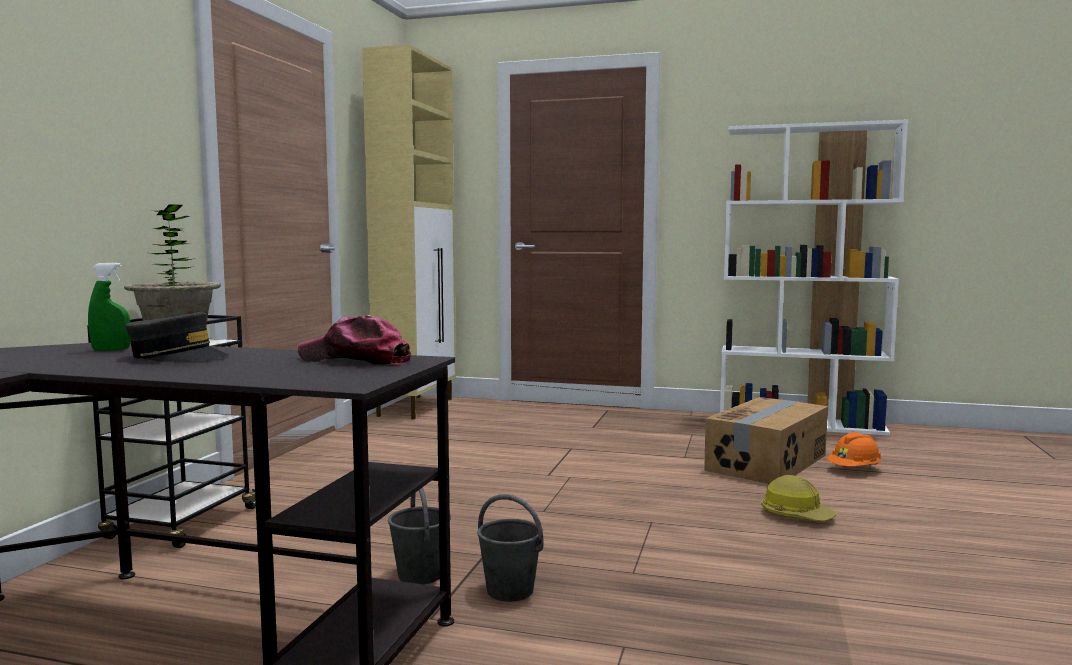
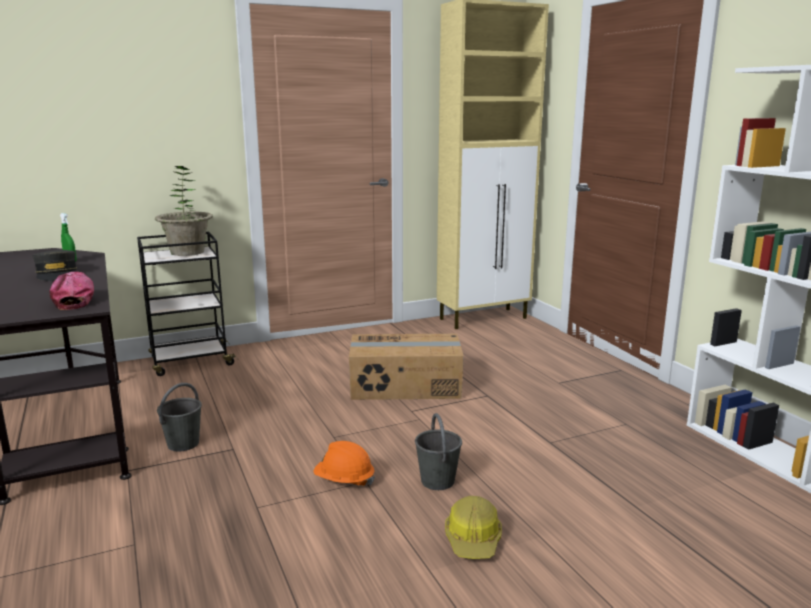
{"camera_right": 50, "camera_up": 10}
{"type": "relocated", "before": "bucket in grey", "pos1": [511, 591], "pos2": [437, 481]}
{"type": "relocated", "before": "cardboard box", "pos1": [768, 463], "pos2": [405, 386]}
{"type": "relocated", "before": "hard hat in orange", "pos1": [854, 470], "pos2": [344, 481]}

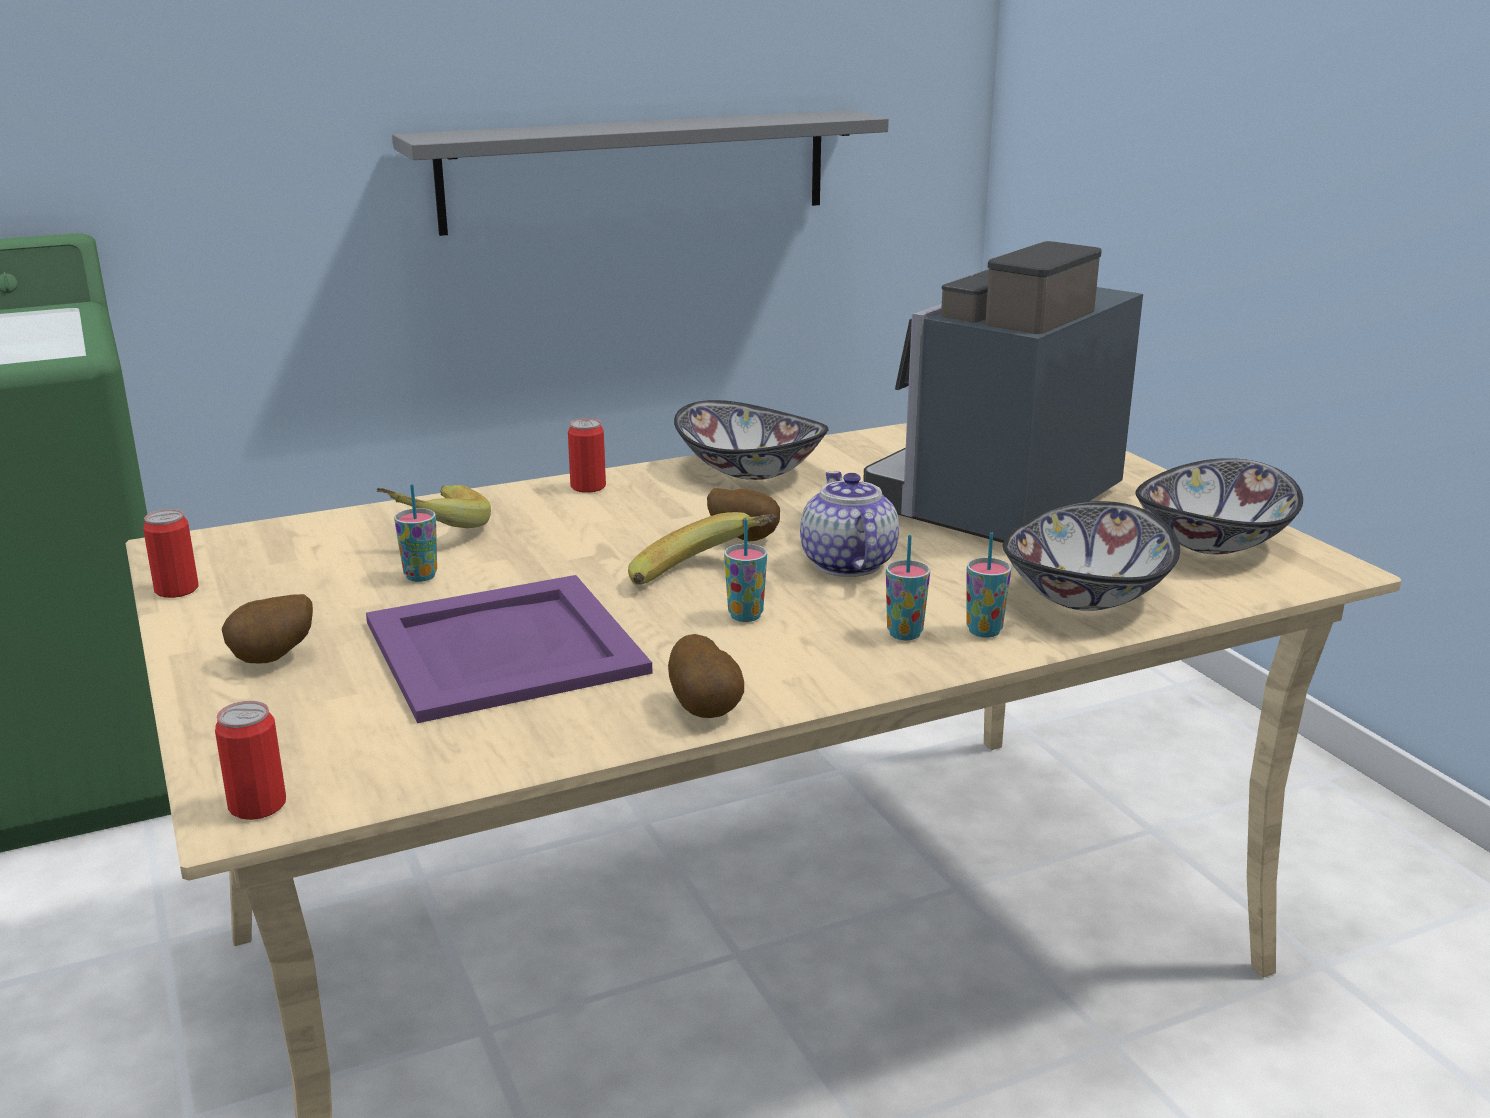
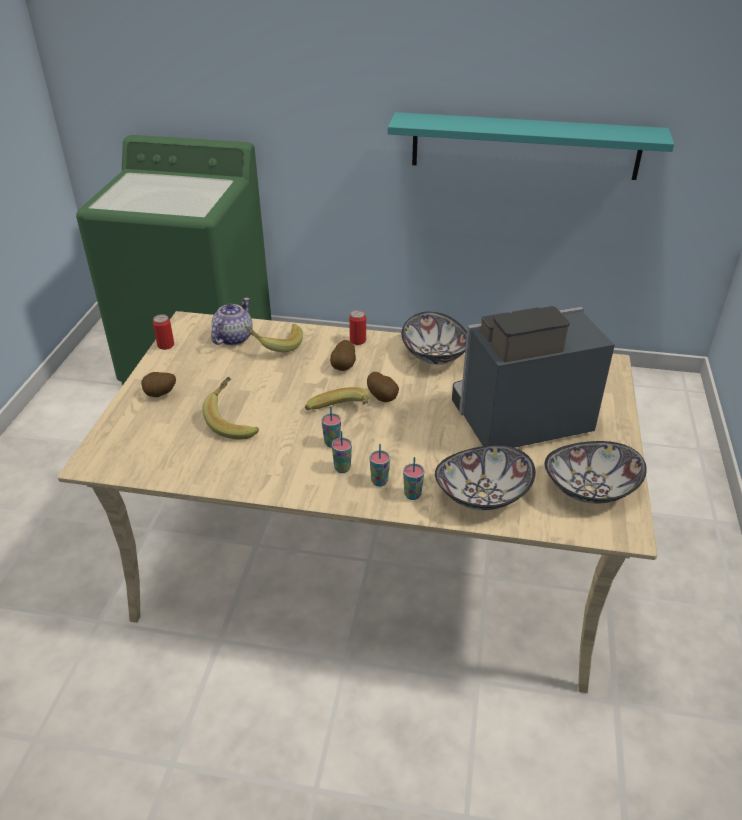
{"camera_right": 35, "camera_up": 15}
{"type": "missing", "before": "can", "pos1": [257, 805]}
{"type": "relocated", "before": "cup", "pos1": [420, 576], "pos2": [342, 468]}
{"type": "relocated", "before": "potato", "pos1": [707, 709], "pos2": [344, 367]}
{"type": "relocated", "before": "teapot", "pos1": [846, 563], "pos2": [233, 337]}
{"type": "exchanged", "before": "tray in purple", "after": "banana", "pos1": [506, 646], "pos2": [235, 421]}
{"type": "colour", "before": "shelf in grey", "after": "shelf in turquoise", "pos1": [637, 170], "pos2": [525, 146]}

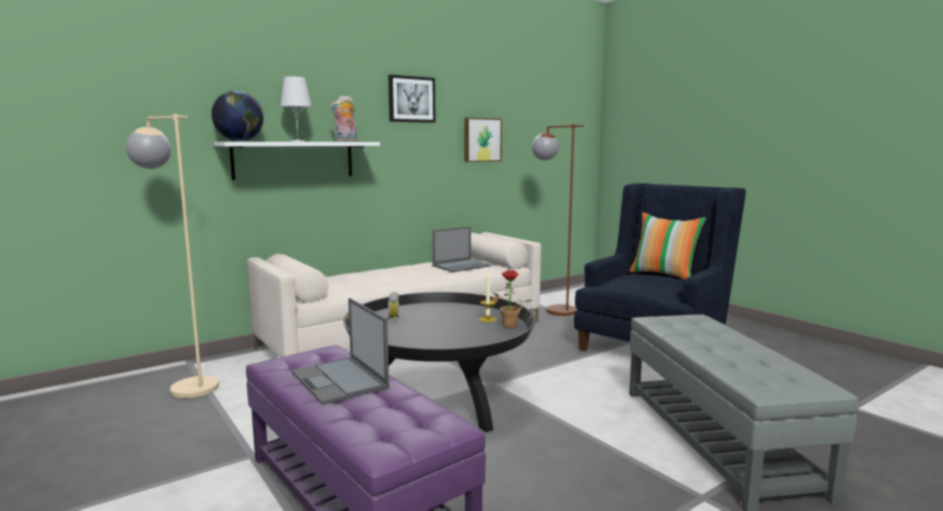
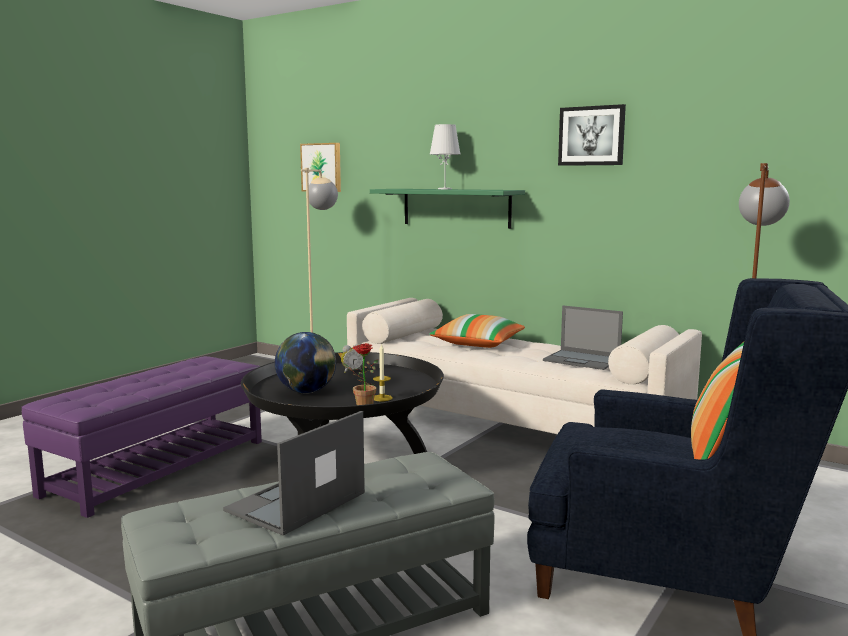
{"camera_right": 70, "camera_up": 0}
{"type": "missing", "before": "plush toy", "pos1": [345, 141]}
{"type": "appeared", "after": "pillow", "pos2": [478, 344]}
{"type": "relocated", "before": "globe", "pos1": [239, 141], "pos2": [306, 392]}
{"type": "relocated", "before": "laptop", "pos1": [340, 380], "pos2": [295, 503]}
{"type": "relocated", "before": "picture", "pos1": [481, 140], "pos2": [322, 167]}
{"type": "colour", "before": "shelf in white", "after": "shelf in green", "pos1": [294, 159], "pos2": [456, 207]}

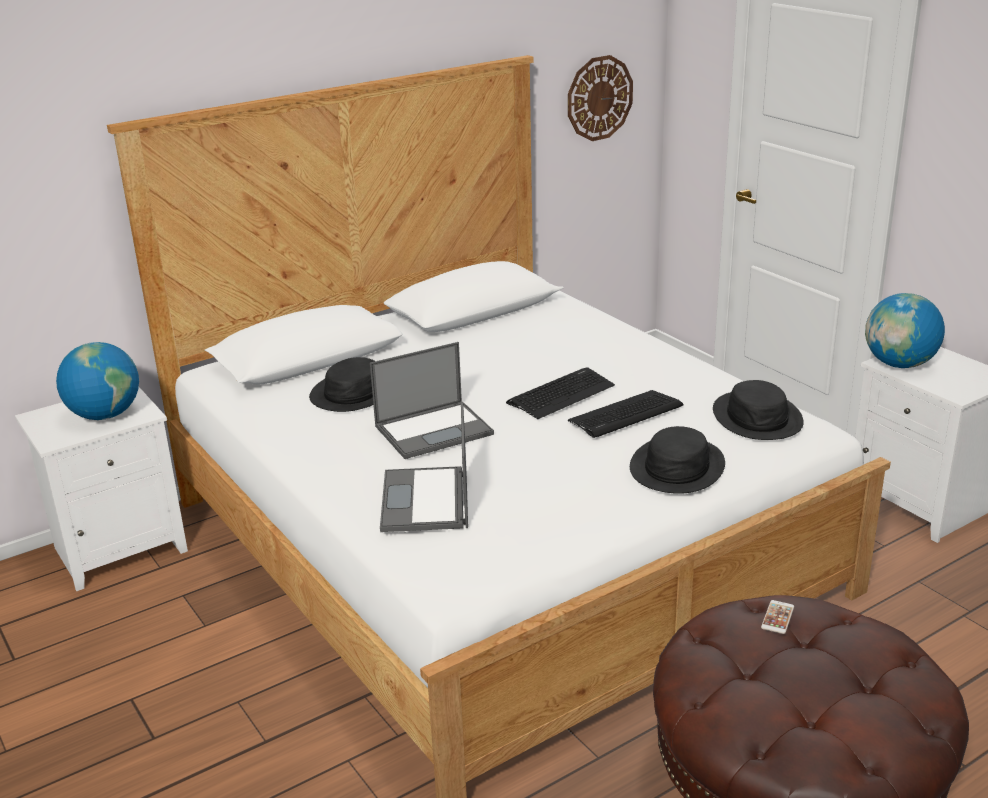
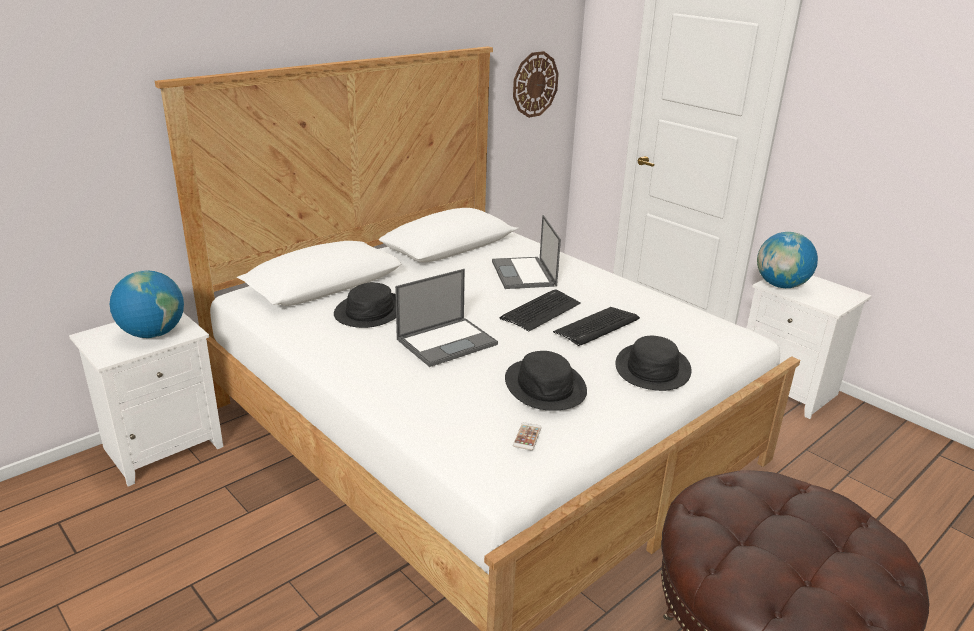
{"camera_right": -10, "camera_up": 0}
{"type": "relocated", "before": "laptop", "pos1": [426, 501], "pos2": [524, 274]}
{"type": "relocated", "before": "hat in black", "pos1": [757, 417], "pos2": [545, 386]}
{"type": "relocated", "before": "phone", "pos1": [777, 617], "pos2": [527, 436]}

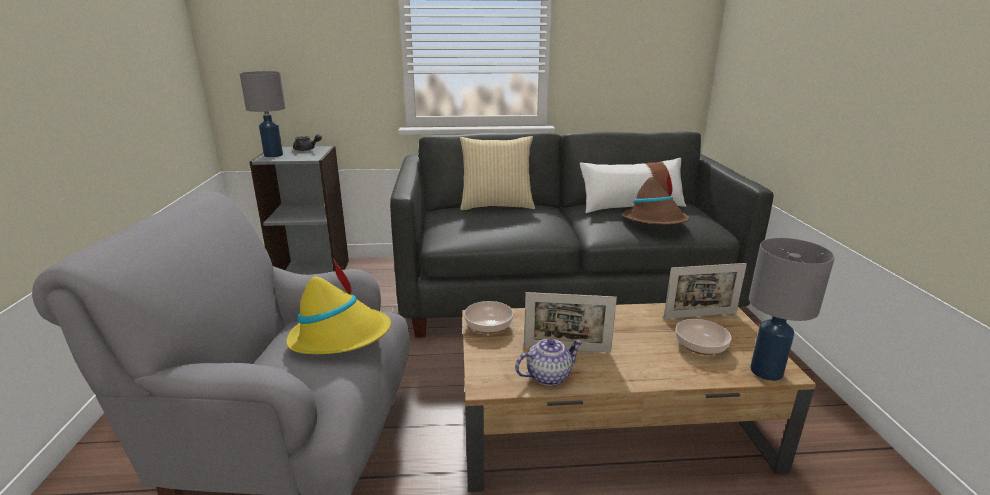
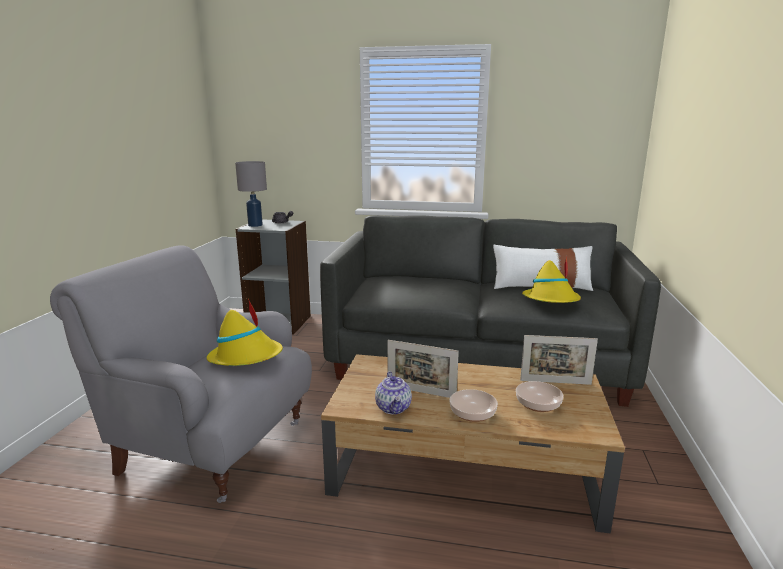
{"camera_right": 15, "camera_up": -5}
{"type": "missing", "before": "pillow", "pos1": [496, 205]}
{"type": "missing", "before": "table lamp in grey", "pos1": [766, 371]}
{"type": "relocated", "before": "bowl", "pos1": [488, 325], "pos2": [472, 413]}
{"type": "colour", "before": "hat in brown", "after": "hat in yellow", "pos1": [655, 221], "pos2": [551, 300]}
{"type": "spun", "before": "teapot", "pos1": [548, 376], "pos2": [394, 408], "turn": 90}

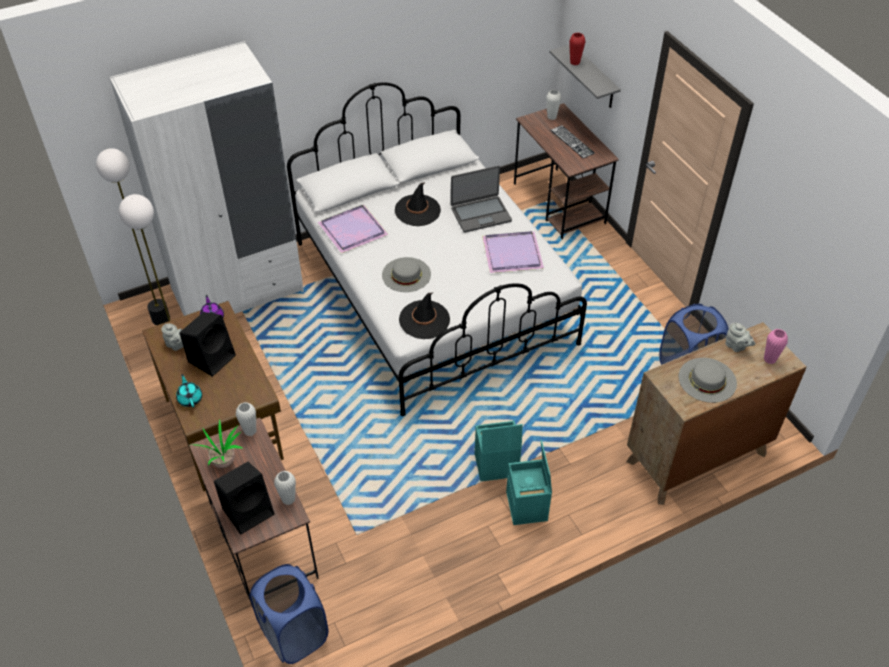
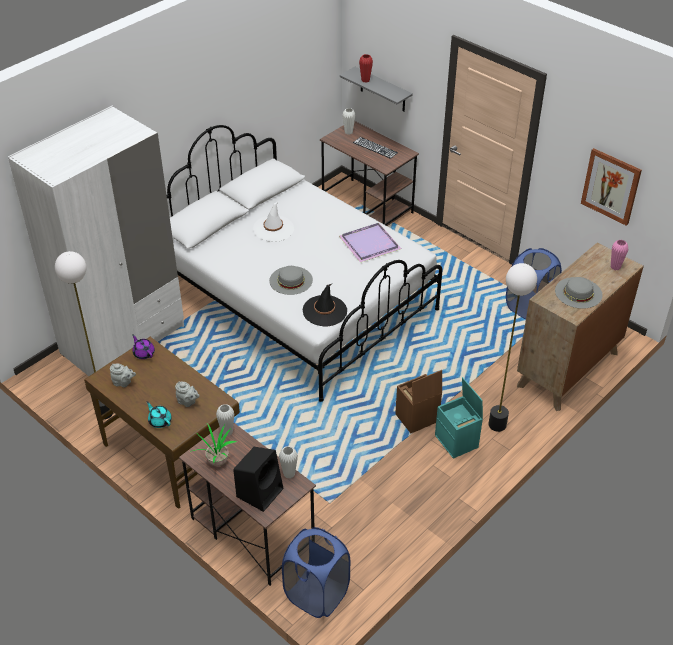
{"camera_right": -20, "camera_up": -5}
{"type": "missing", "before": "speaker in black", "pos1": [212, 357]}
{"type": "missing", "before": "tray in purple", "pos1": [352, 231]}
{"type": "missing", "before": "laptop", "pos1": [480, 214]}
{"type": "appeared", "after": "picture", "pos2": [611, 186]}
{"type": "relocated", "before": "floor lamp", "pos1": [161, 319], "pos2": [497, 425]}
{"type": "relocated", "before": "teapot in grey", "pos1": [736, 347], "pos2": [187, 402]}
{"type": "colour", "before": "hat in black", "after": "hat in white", "pos1": [417, 210], "pos2": [273, 229]}
{"type": "colour", "before": "storage box in turquoise", "after": "storage box in brown", "pos1": [495, 466], "pos2": [416, 418]}

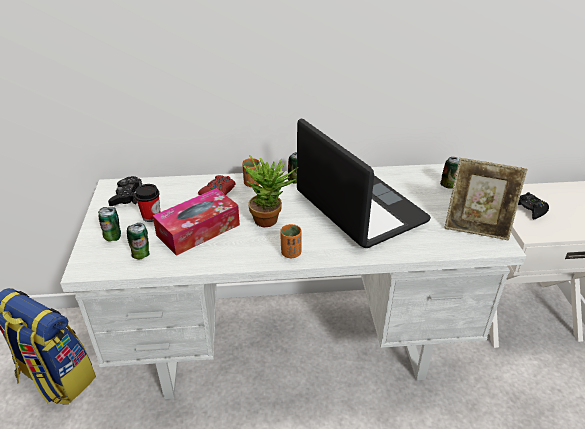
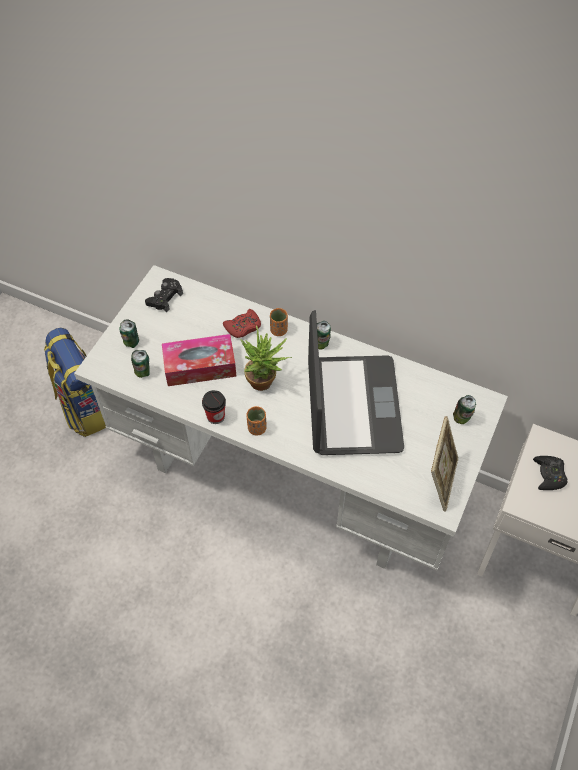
{"camera_right": 30, "camera_up": 20}
{"type": "relocated", "before": "cup", "pos1": [151, 216], "pos2": [215, 416]}
{"type": "spun", "before": "picture frame", "pos1": [476, 227], "pos2": [439, 480], "turn": -120}

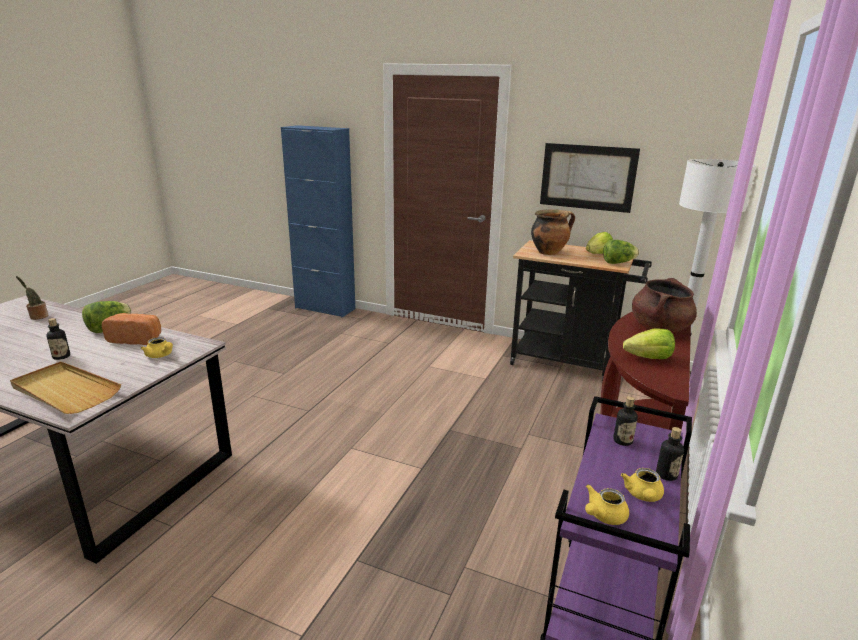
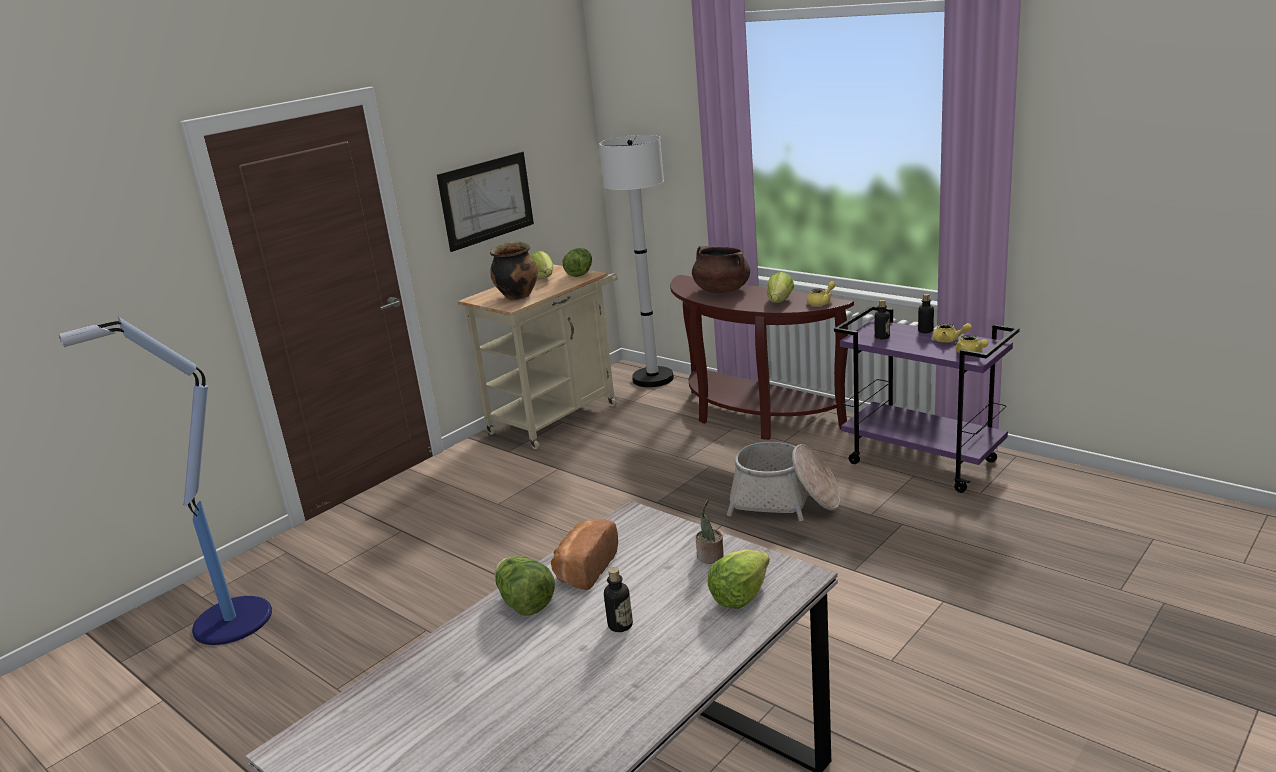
{"camera_right": -70, "camera_up": 0}
{"type": "missing", "before": "cabinet in blue", "pos1": [325, 308]}
{"type": "appeared", "after": "floor lamp", "pos2": [229, 622]}
{"type": "appeared", "after": "basket", "pos2": [784, 501]}
{"type": "relocated", "before": "potted plant", "pos1": [37, 316], "pos2": [710, 557]}
{"type": "relocated", "before": "teapot in yellow", "pos1": [160, 355], "pos2": [821, 302]}
{"type": "exchanged", "before": "tray in beige", "after": "lettuce", "pos1": [65, 391], "pos2": [740, 595]}
{"type": "colour", "before": "cart in black", "after": "cart in beige", "pos1": [569, 363], "pos2": [559, 415]}

